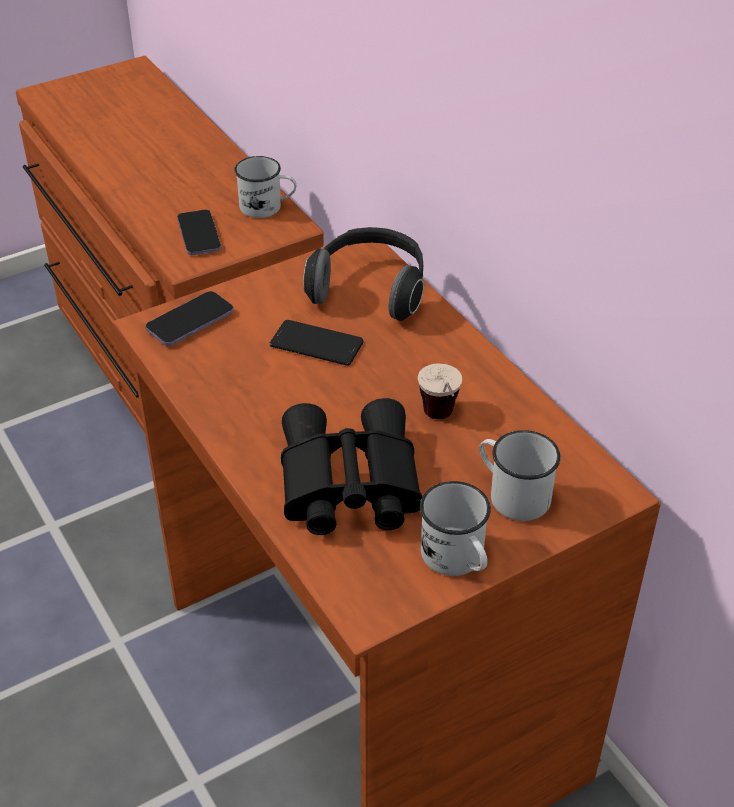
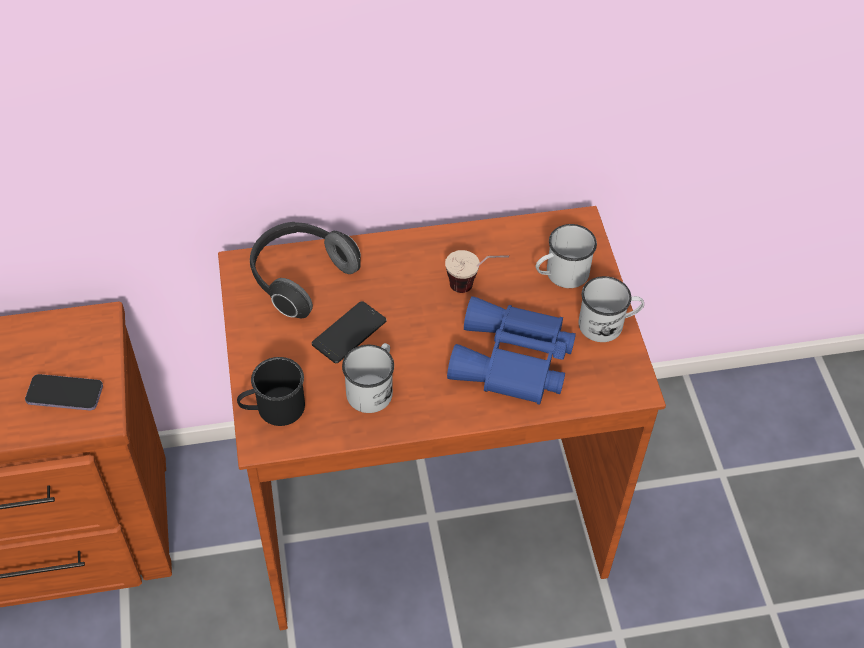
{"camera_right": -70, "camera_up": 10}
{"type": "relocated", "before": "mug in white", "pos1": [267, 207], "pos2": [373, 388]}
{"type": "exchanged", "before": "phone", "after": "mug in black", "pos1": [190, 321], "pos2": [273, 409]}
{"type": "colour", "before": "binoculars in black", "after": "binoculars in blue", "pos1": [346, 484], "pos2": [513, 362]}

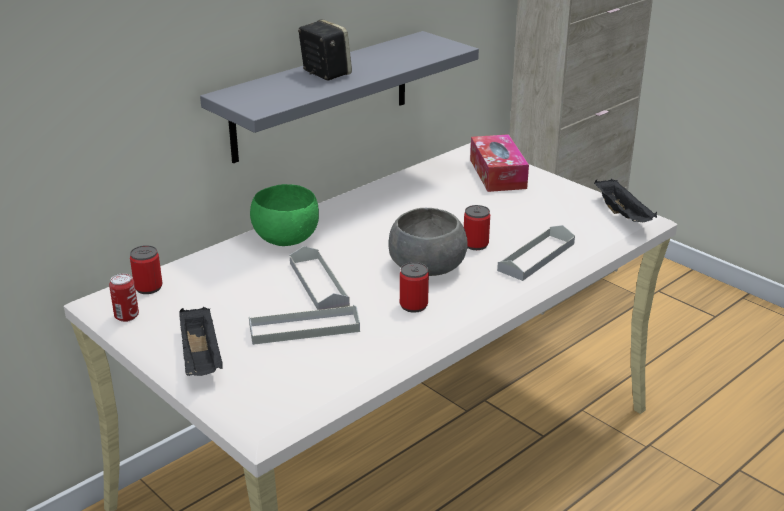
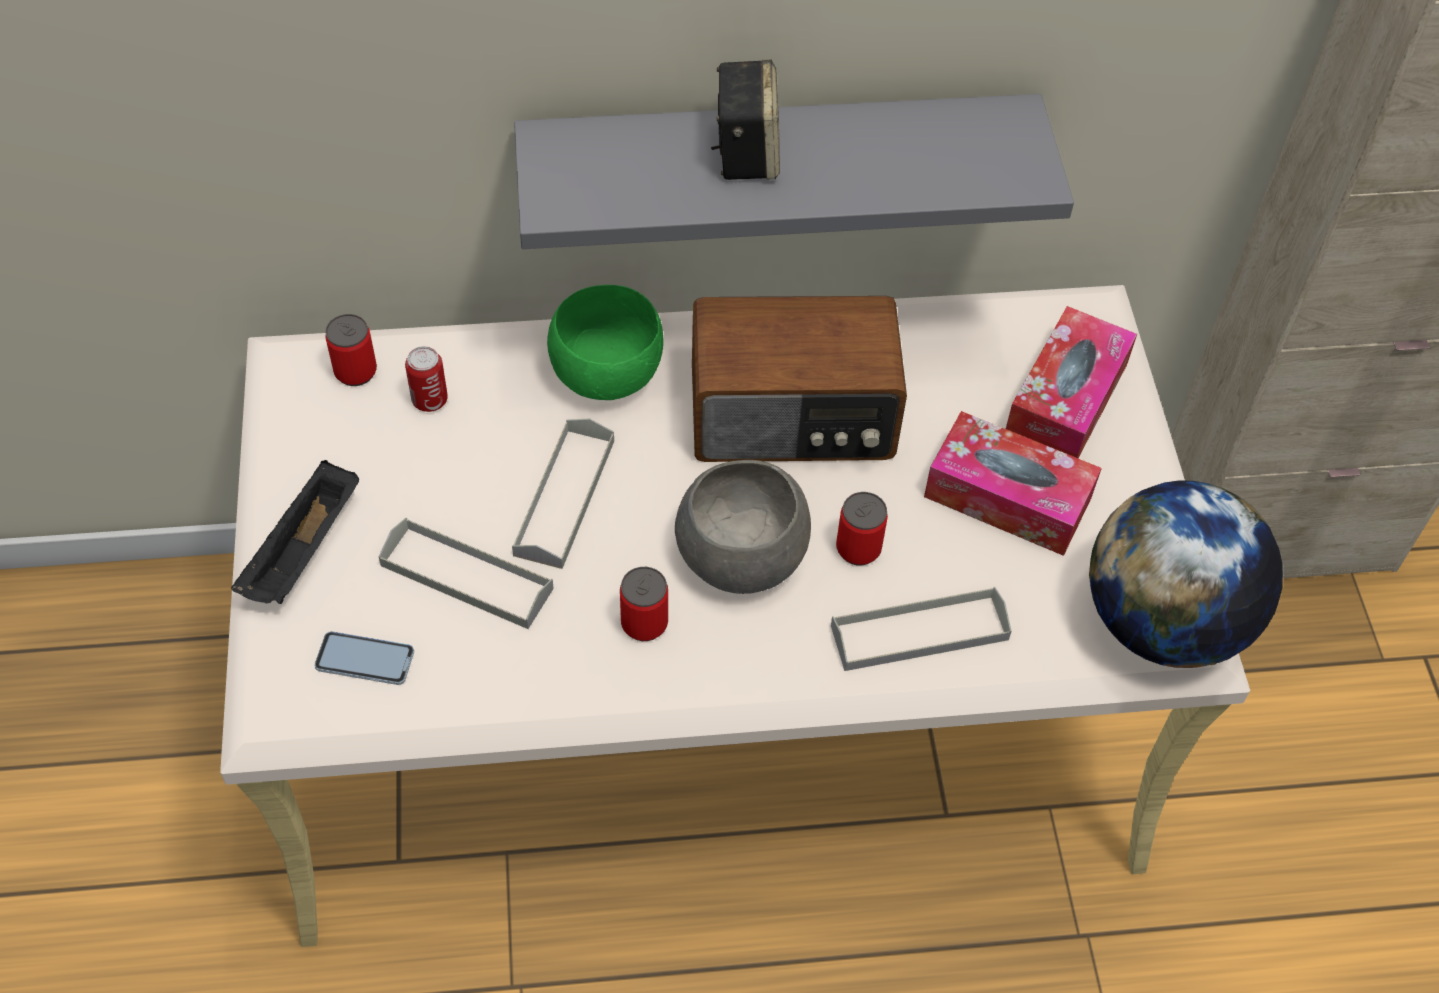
{"camera_right": 35, "camera_up": 25}
{"type": "appeared", "after": "phone", "pos2": [365, 659]}
{"type": "appeared", "after": "radio", "pos2": [793, 417]}
{"type": "appeared", "after": "tissue box", "pos2": [1007, 497]}
{"type": "relocated", "before": "can", "pos1": [126, 316], "pos2": [430, 400]}
{"type": "exchanged", "before": "tray in black", "after": "globe", "pos1": [623, 215], "pos2": [1163, 623]}

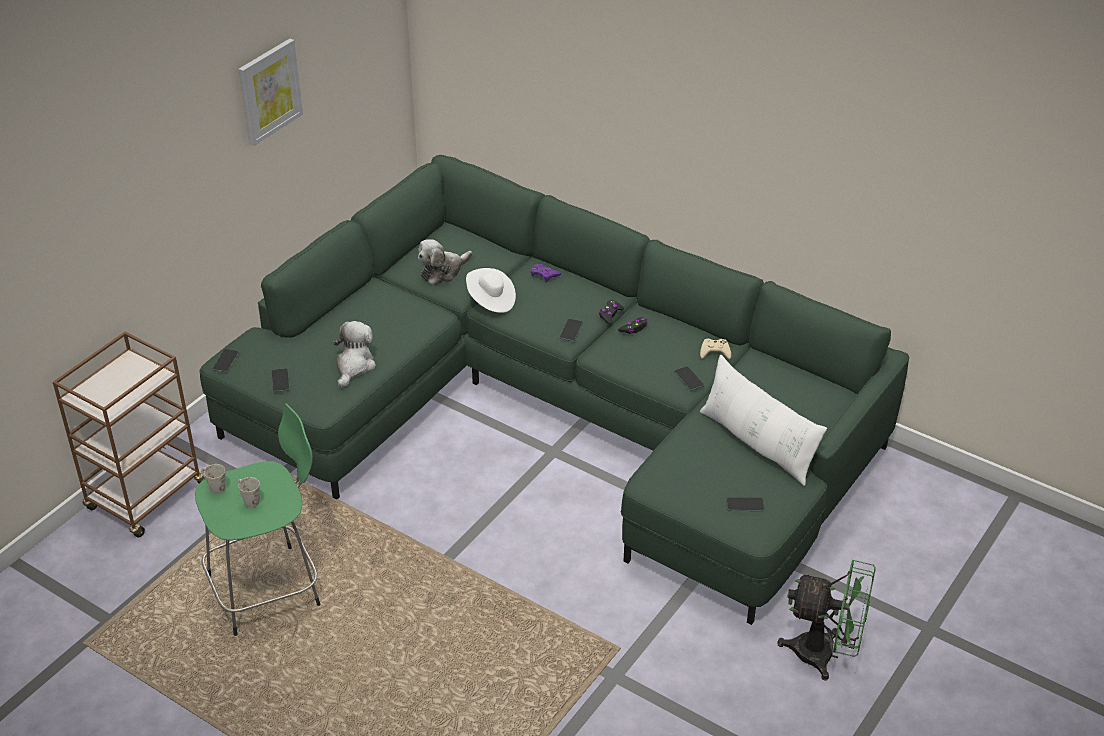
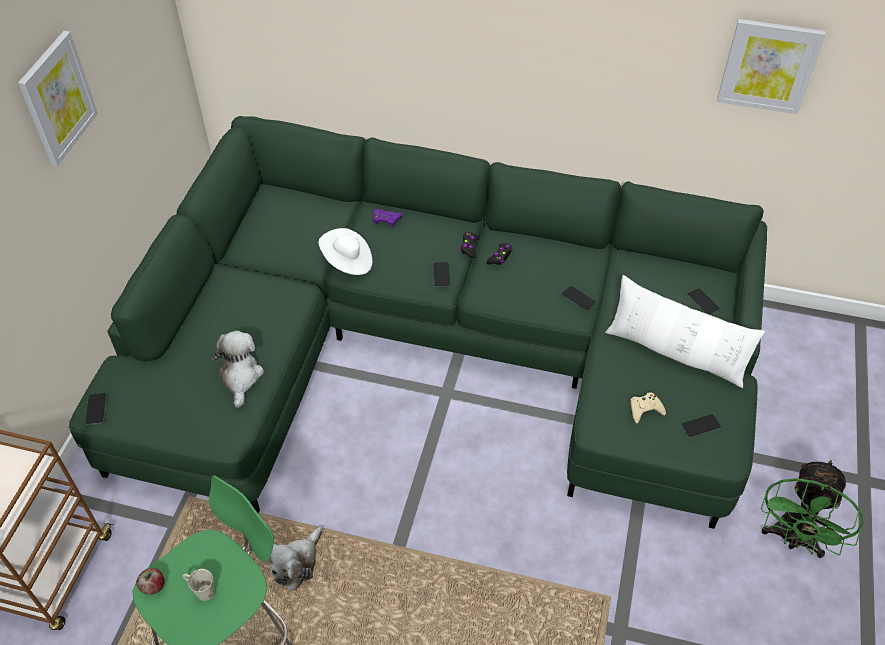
{"camera_right": -20, "camera_up": 10}
{"type": "appeared", "after": "picture", "pos2": [769, 65]}
{"type": "relocated", "before": "phone", "pos1": [280, 380], "pos2": [703, 302]}
{"type": "relocated", "before": "plush toy", "pos1": [443, 271], "pos2": [297, 564]}
{"type": "relocated", "before": "game controller in beige", "pos1": [715, 352], "pos2": [645, 409]}
{"type": "exchanged", "before": "mug in white", "after": "apple", "pos1": [214, 486], "pos2": [153, 586]}
{"type": "spun", "before": "fan in green", "pos1": [825, 655], "pos2": [793, 539], "turn": 120}

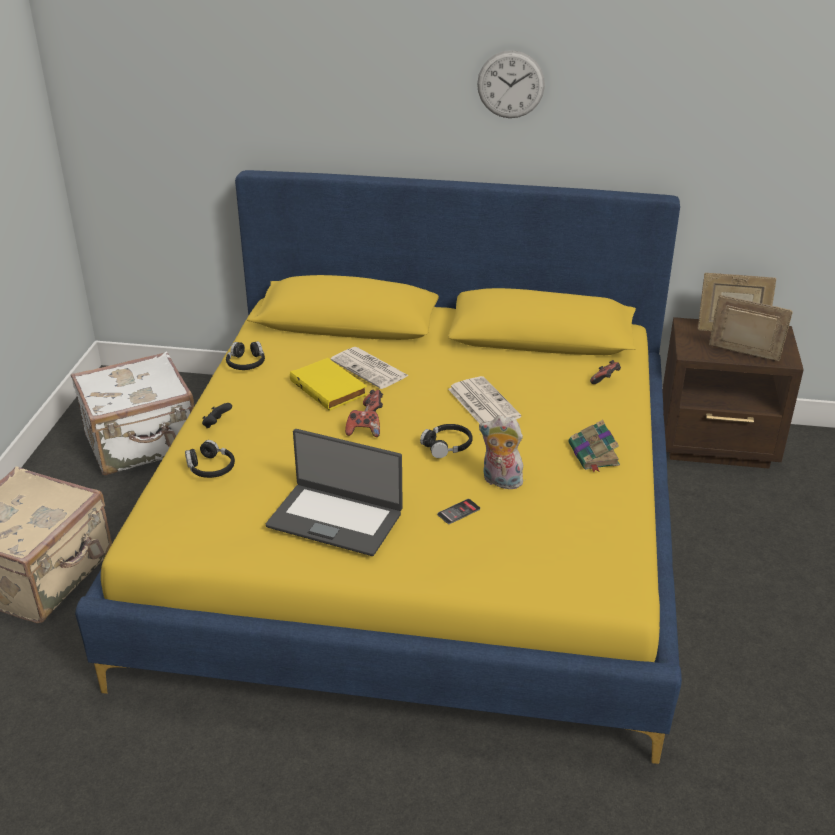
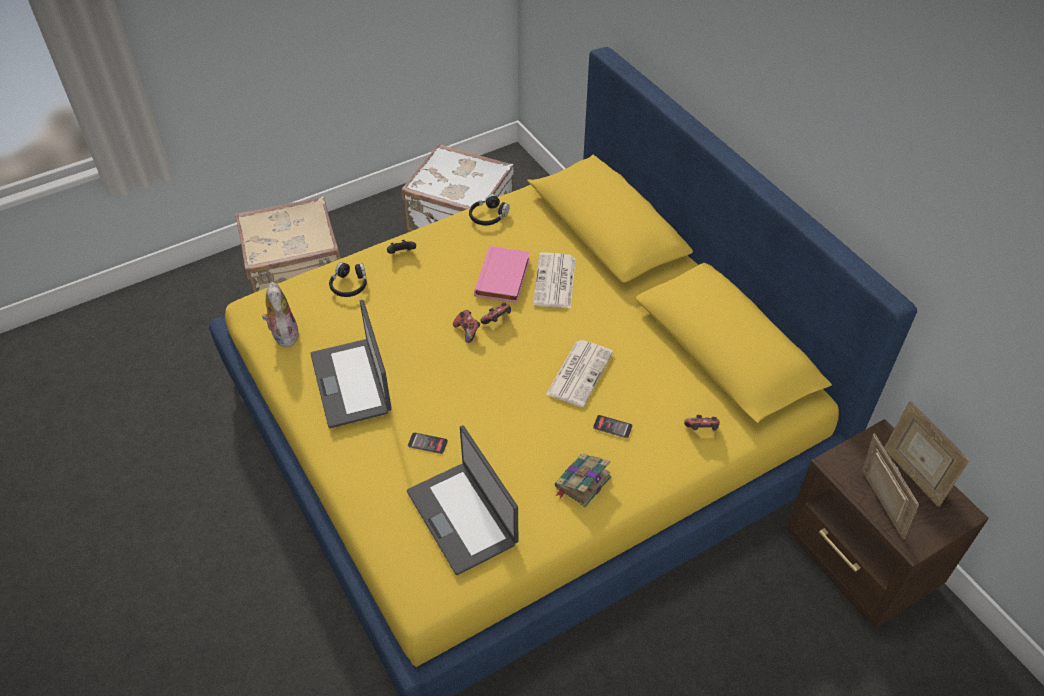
{"camera_right": 50, "camera_up": 15}
{"type": "missing", "before": "headphones in black", "pos1": [447, 446]}
{"type": "missing", "before": "wall clock", "pos1": [510, 84]}
{"type": "appeared", "after": "laptop", "pos2": [463, 517]}
{"type": "appeared", "after": "phone", "pos2": [612, 427]}
{"type": "relocated", "before": "plush toy", "pos1": [500, 482], "pos2": [283, 334]}
{"type": "colour", "before": "book in yellow", "after": "book in pink", "pos1": [330, 387], "pos2": [504, 278]}

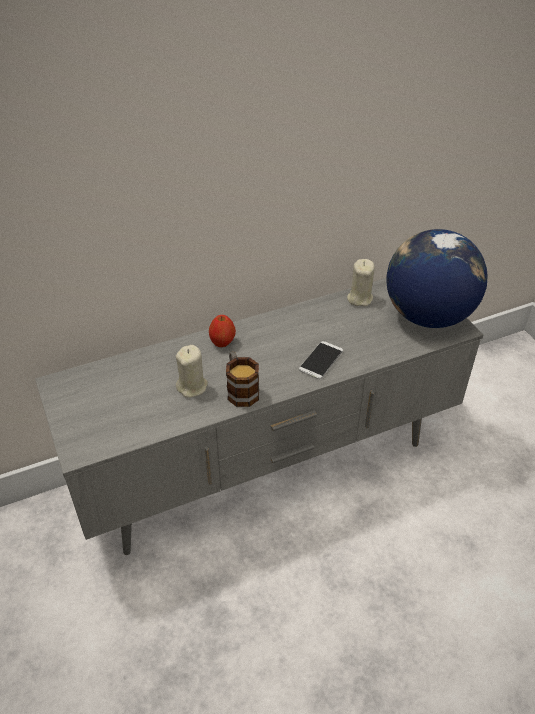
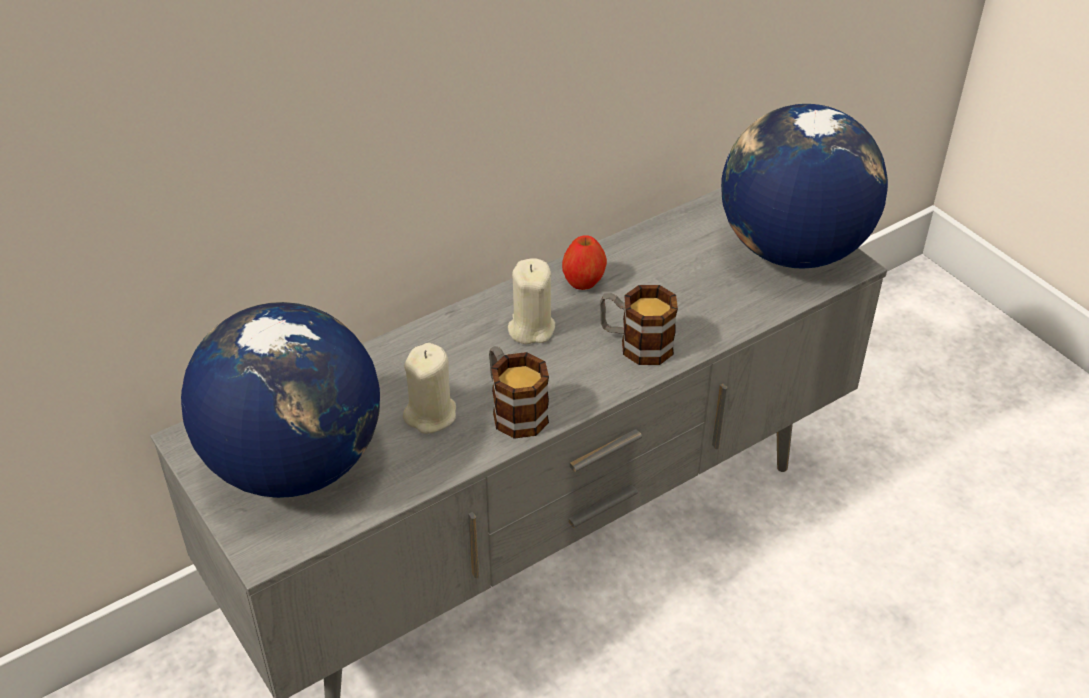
{"camera_right": -10, "camera_up": 0}
{"type": "appeared", "after": "globe", "pos2": [294, 463]}
{"type": "relocated", "before": "apple", "pos1": [222, 342], "pos2": [584, 282]}
{"type": "relocated", "before": "candle in beige", "pos1": [359, 298], "pos2": [531, 328]}
{"type": "exchanged", "before": "phone", "after": "mug", "pos1": [321, 360], "pos2": [636, 344]}

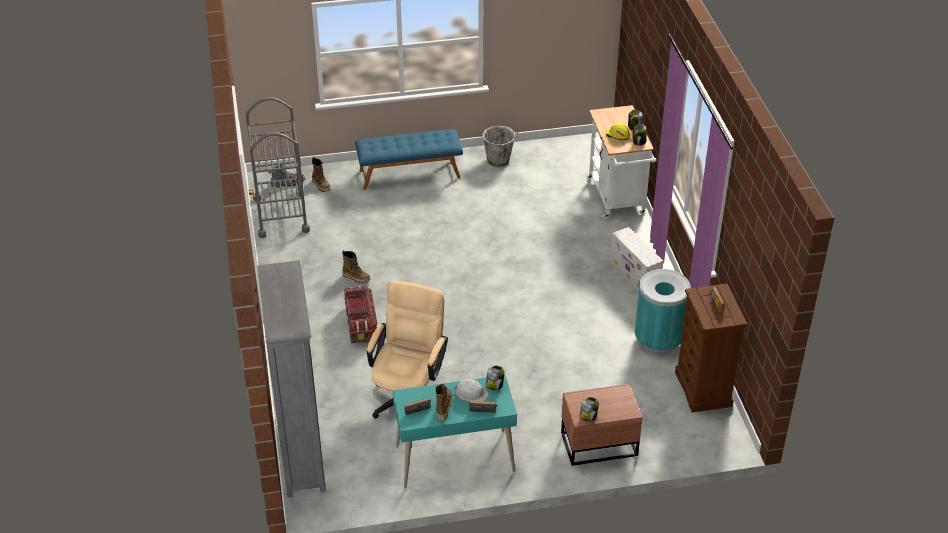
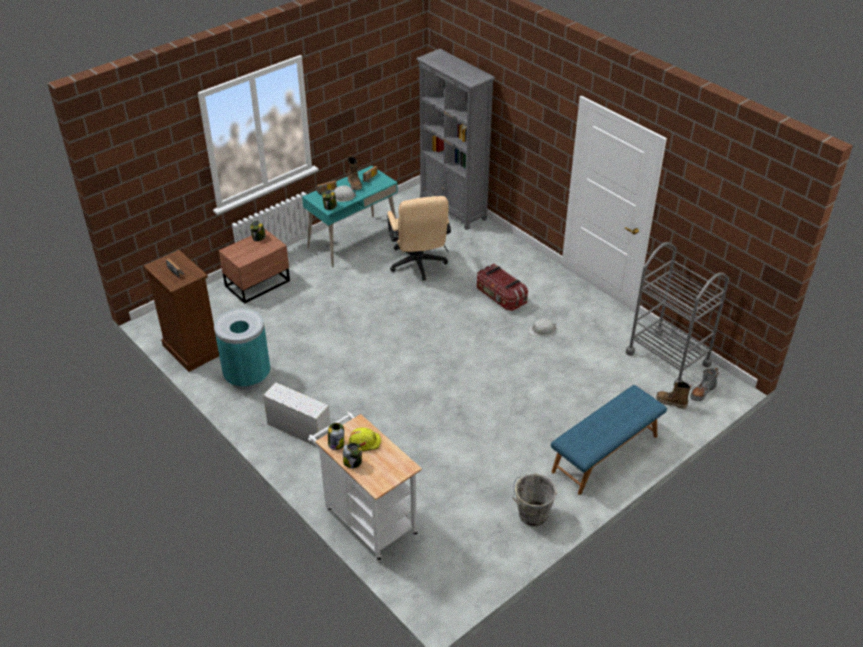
{"camera_right": 150, "camera_up": 0}
{"type": "exchanged", "before": "boot", "after": "hard hat in white", "pos1": [356, 277], "pos2": [542, 330]}

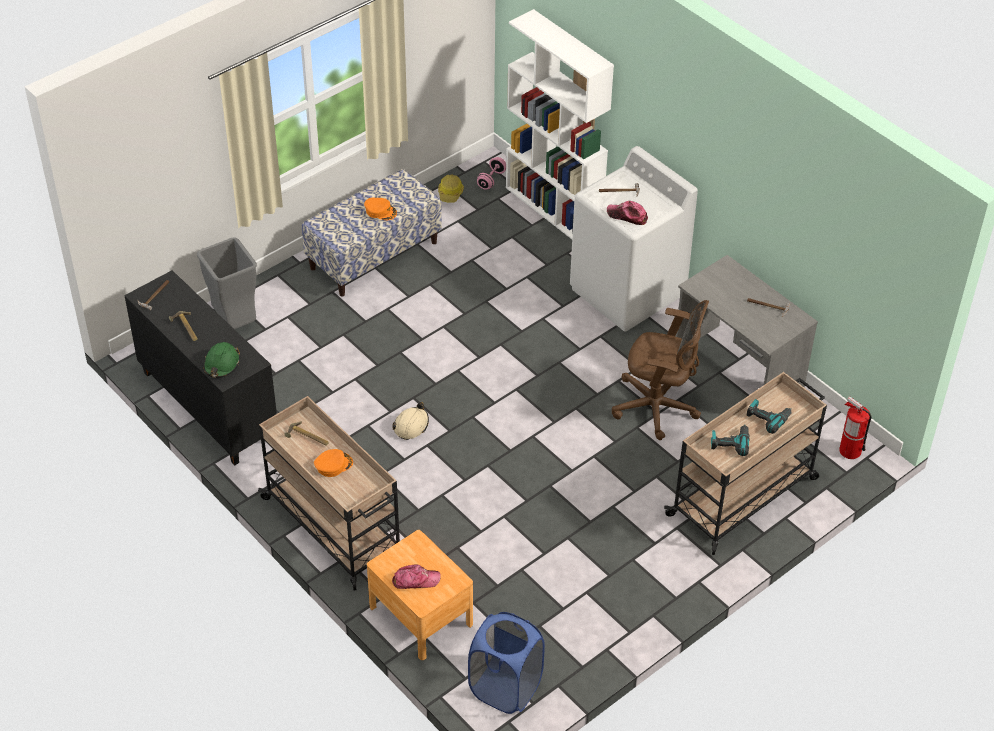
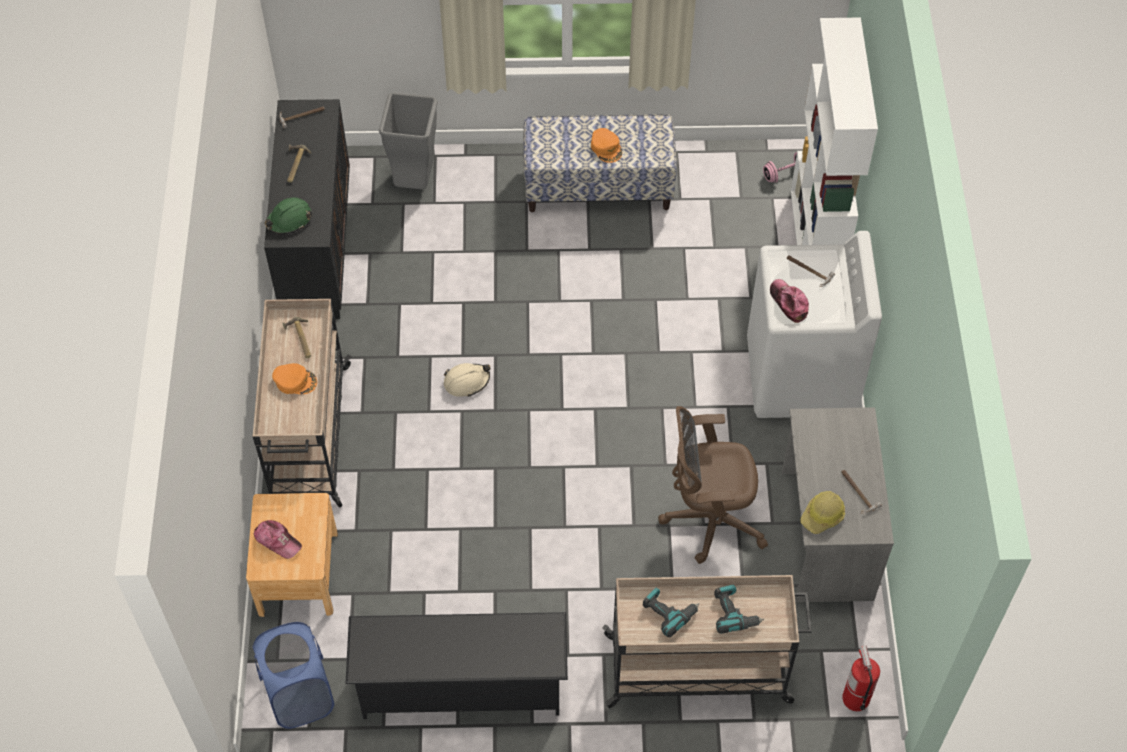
{"camera_right": 40, "camera_up": 10}
{"type": "appeared", "after": "shoe rack in black", "pos2": [461, 686]}
{"type": "relocated", "before": "hard hat", "pos1": [450, 193], "pos2": [823, 516]}
{"type": "spun", "before": "office chair in brown", "pos1": [658, 408], "pos2": [709, 519], "turn": 120}

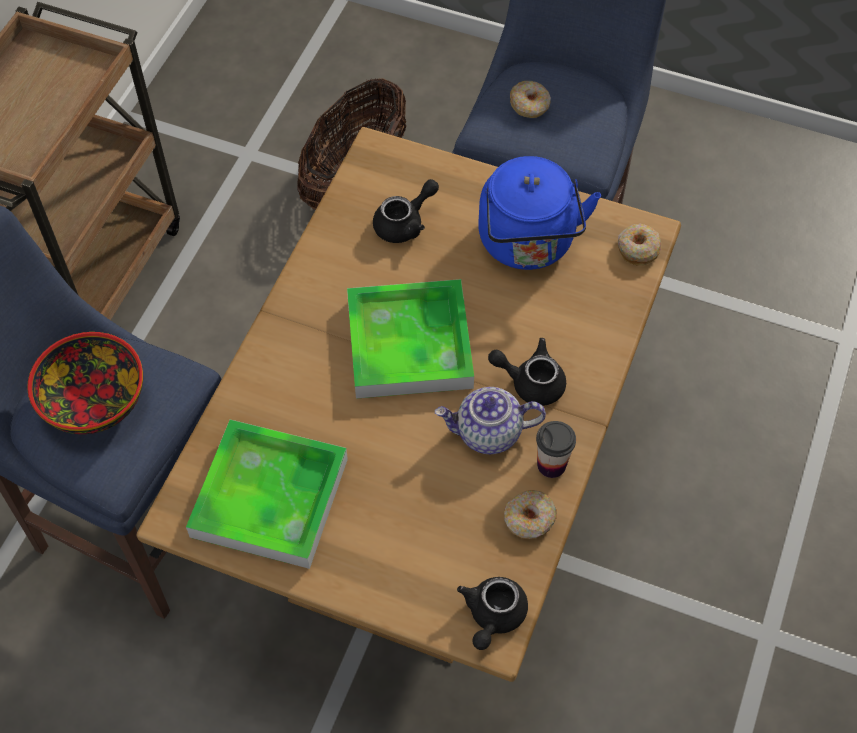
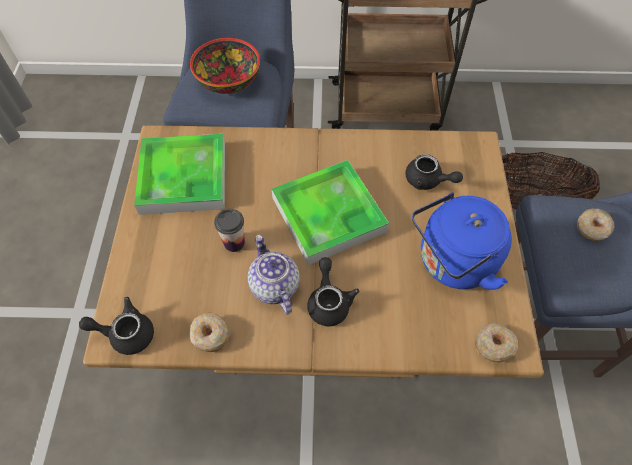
{"camera_right": 70, "camera_up": 0}
{"type": "relocated", "before": "cup", "pos1": [551, 465], "pos2": [234, 242]}

